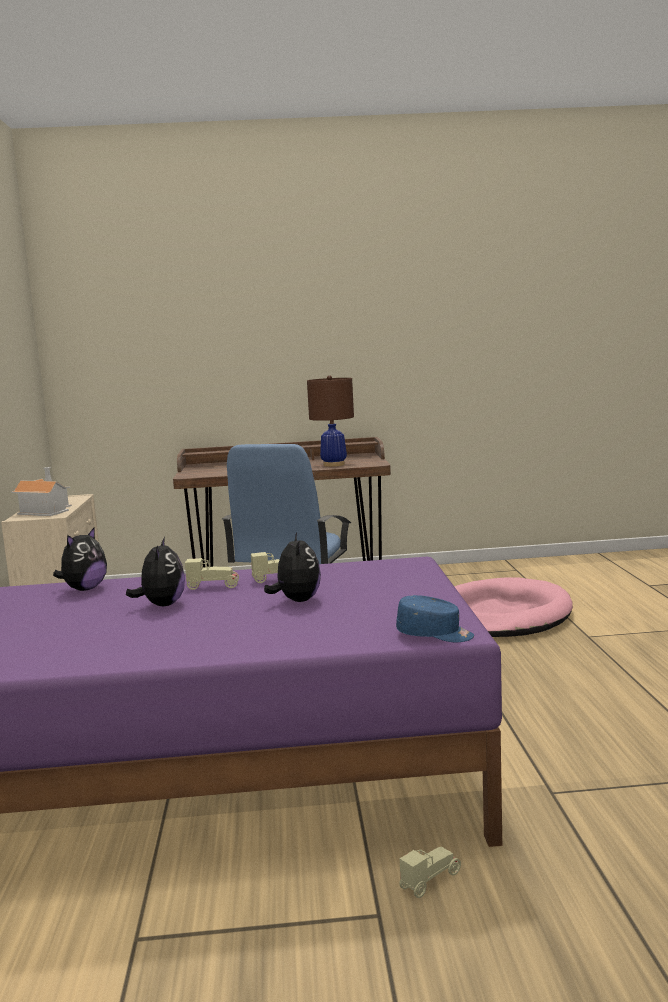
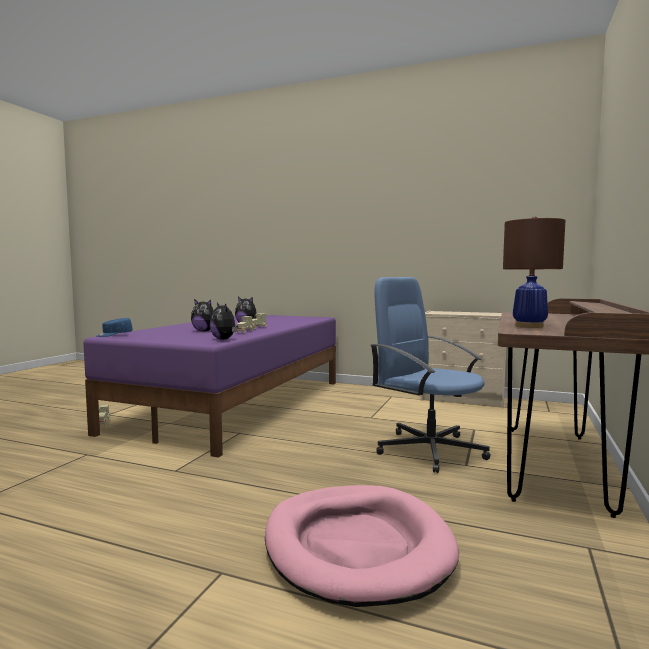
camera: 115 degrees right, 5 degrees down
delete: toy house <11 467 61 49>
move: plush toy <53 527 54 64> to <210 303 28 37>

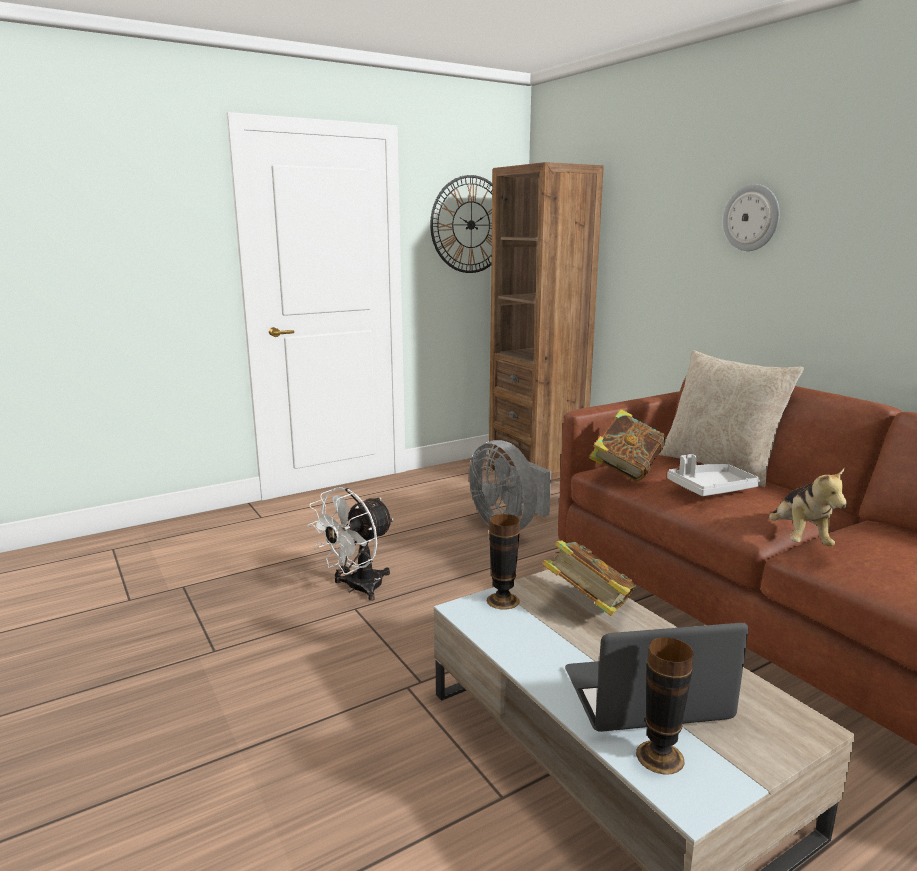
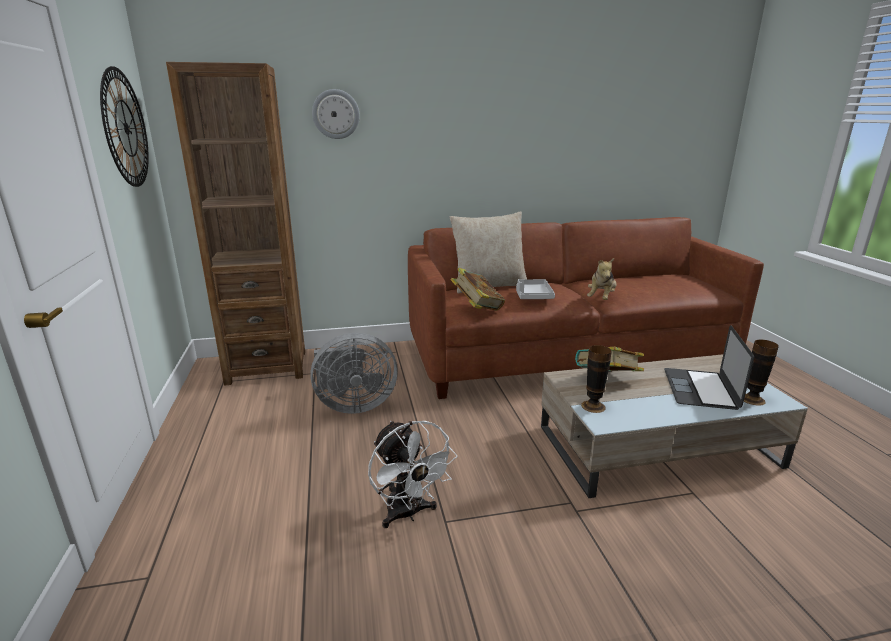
camera: 70 degrees left, 5 degrees up
move: clock on the wall <723 184 57 67> to <312 89 48 50>
rotate: plush toy <769 467 78 79> = <587 258 30 42> 90 degrees clockwise

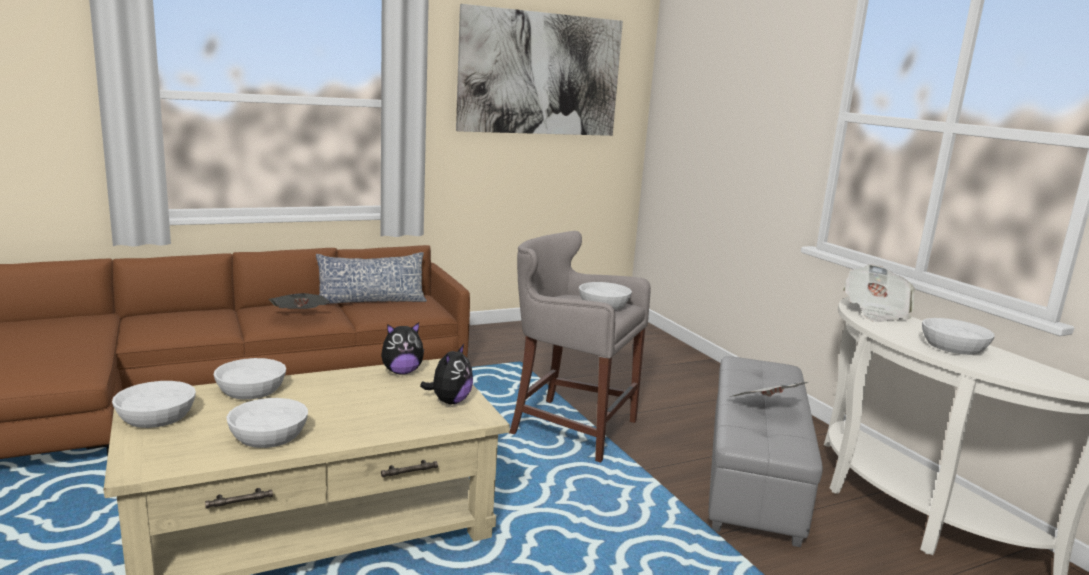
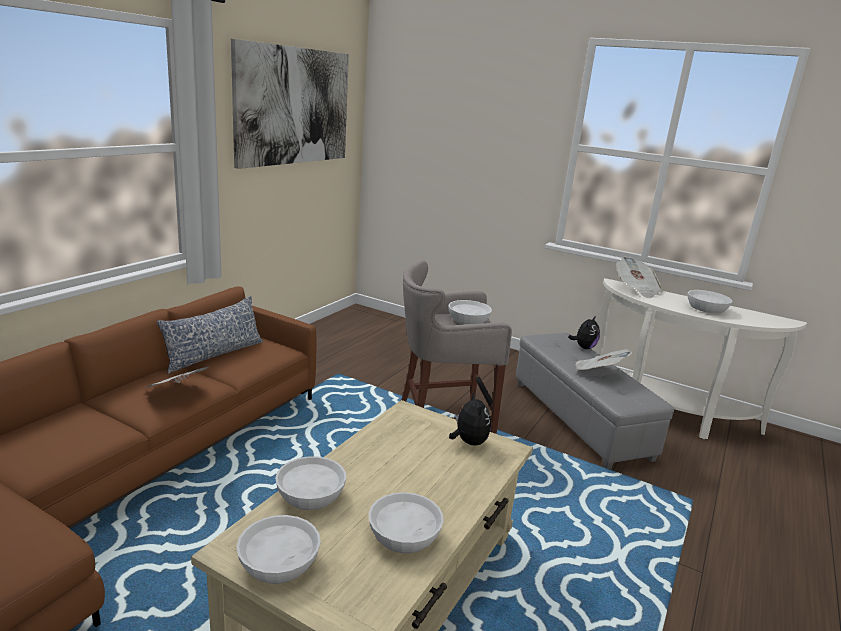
camera: 35 degrees left, 5 degrees up
move: plush toy <381 323 43 52> to <568 316 32 33>

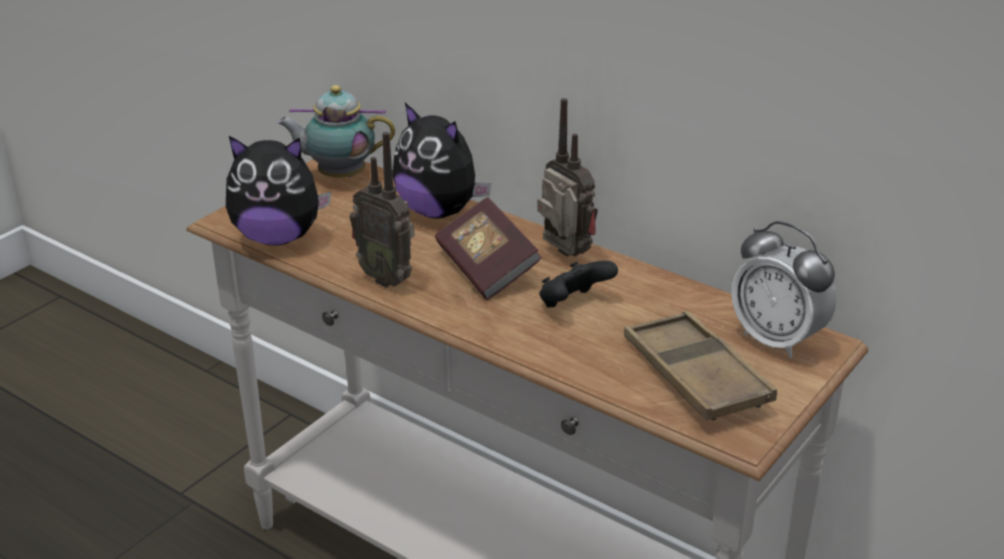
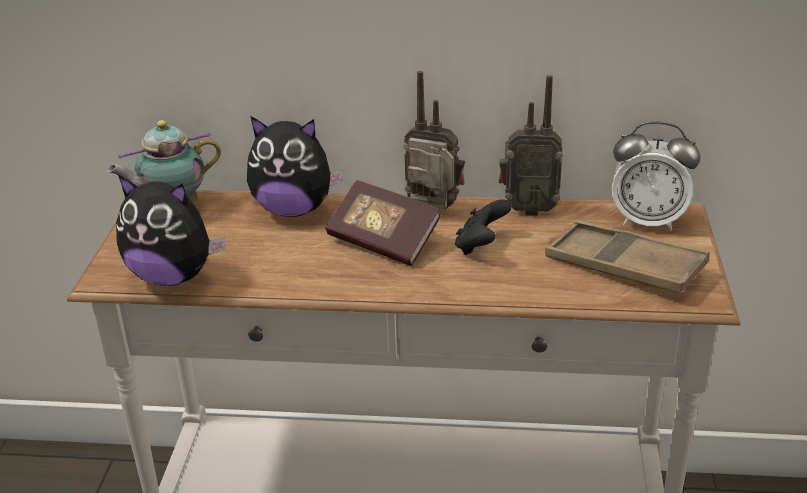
camera: 30 degrees left, 0 degrees up
move: radio receiver <350 132 65 155> to <499 75 64 141>
rotate: plush toy <226 136 105 110> = <116 175 110 111> 45 degrees clockwise

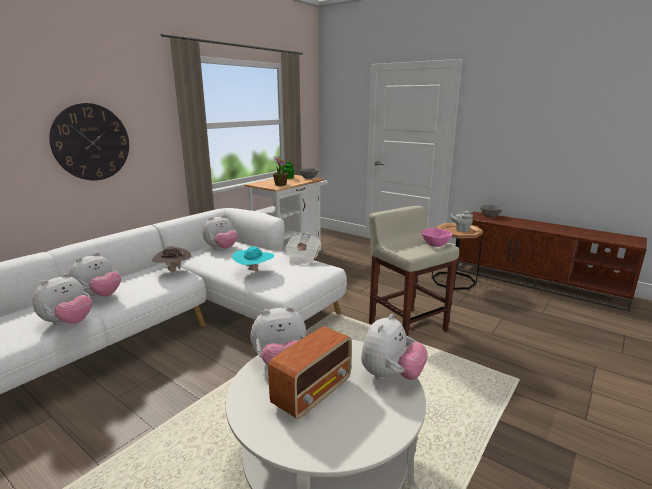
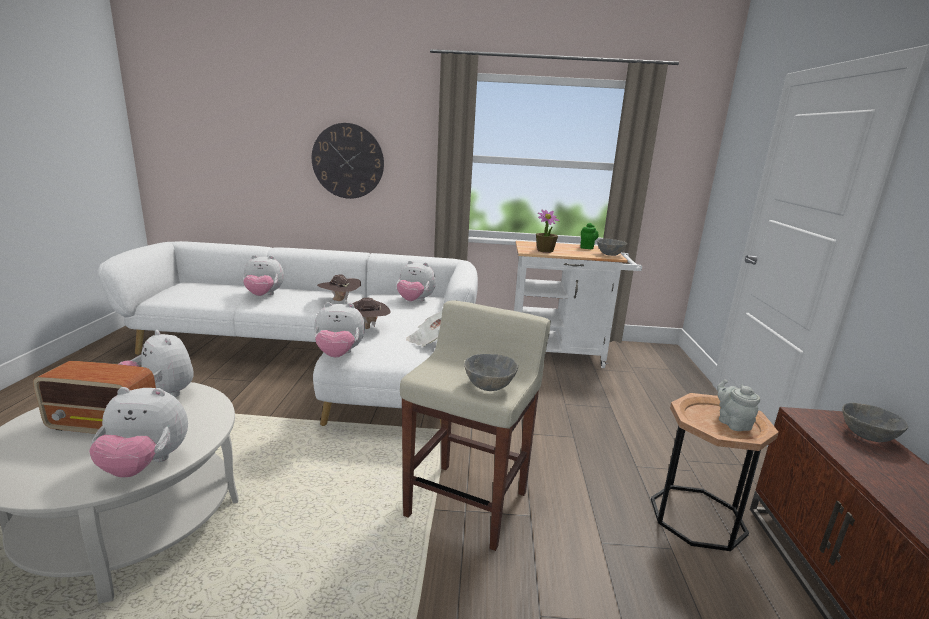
camera: 55 degrees right, 0 degrees up
move: plush toy <32 273 60 53> to <314 302 51 55>
recolor: blue-green wearable hat <232 246 42 25> to brown-coloured wearable hat <352 298 39 31>; pink deep dish <421 228 31 19> to greyish deep dish <464 354 54 37>

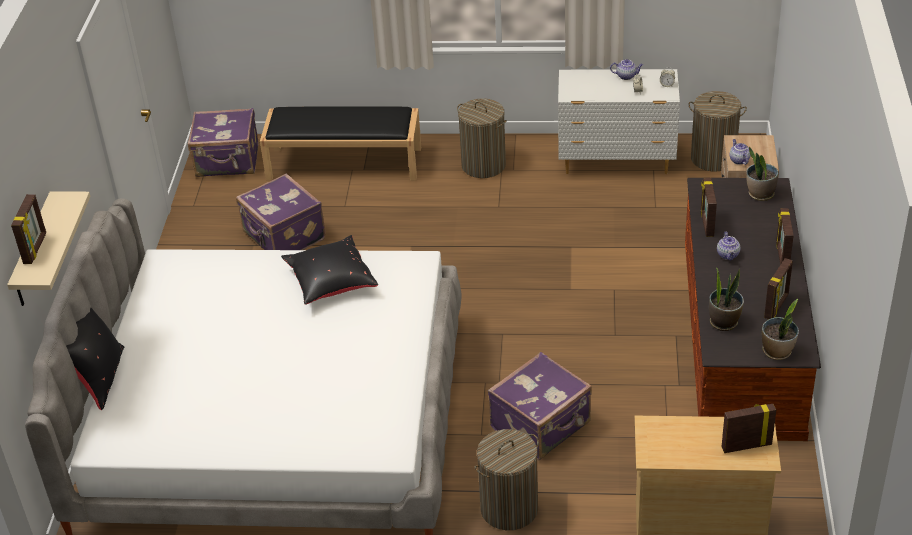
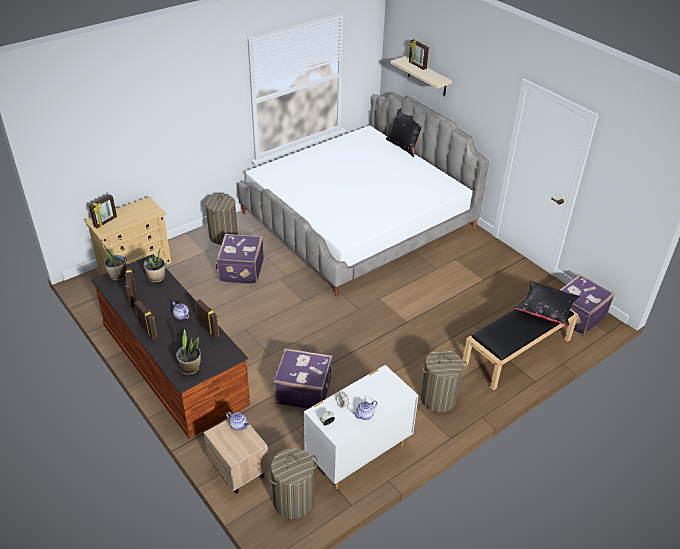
camera: 135 degrees right, 0 degrees up
move: purple travel case <236 174 90 76> to <273 348 60 61>; black-coloured throw pillow <281 235 97 70> to <515 281 65 45>

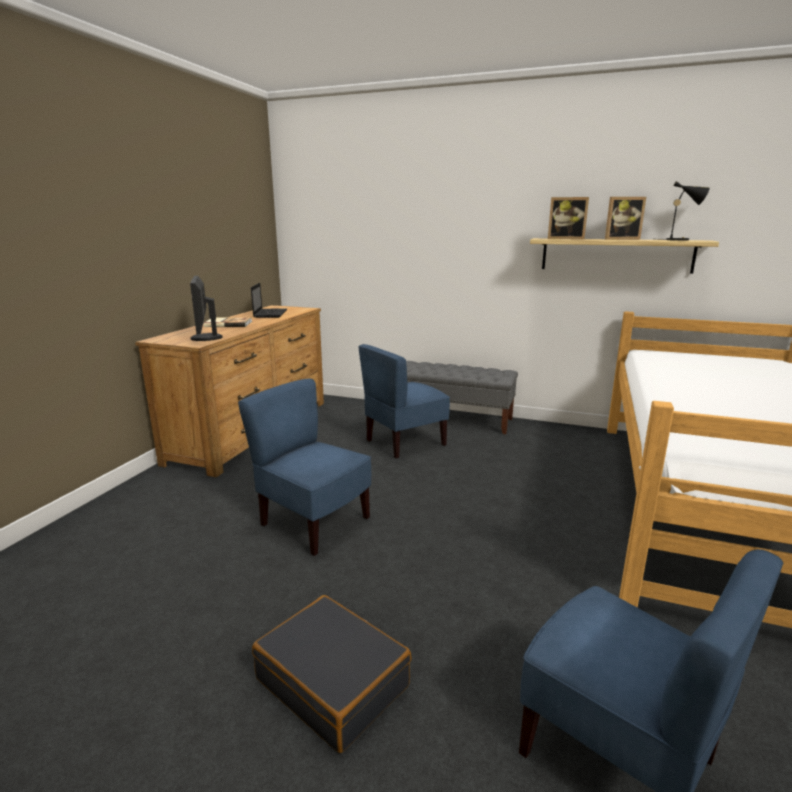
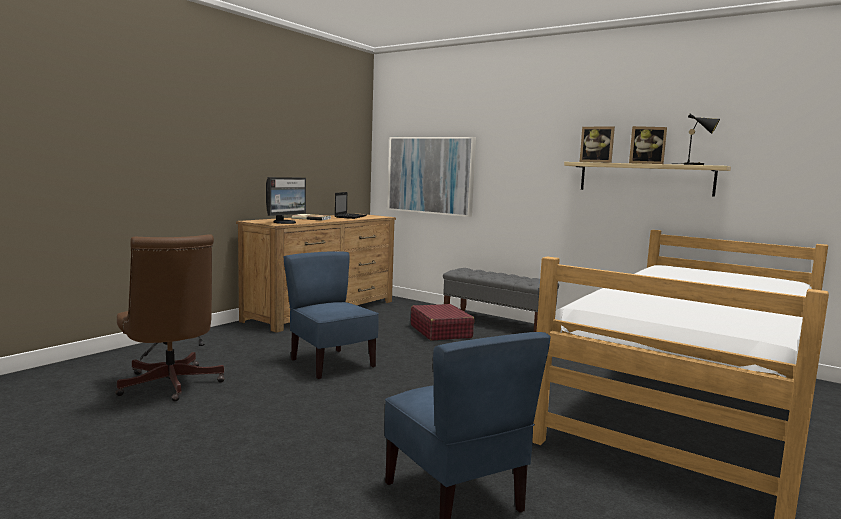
camera: 15 degrees right, 10 degrees down
delete: black-coloured travel case <252 595 160 158>
insert: brown-coloured computer chair <115 234 110 168>; wall picture <387 137 89 80>
replace: bluish upright chair <359 344 91 115> to red-coloured travel case <411 304 64 37>
rotate: computer display <190 276 33 65> = <266 177 40 47> 150 degrees counterclockwise

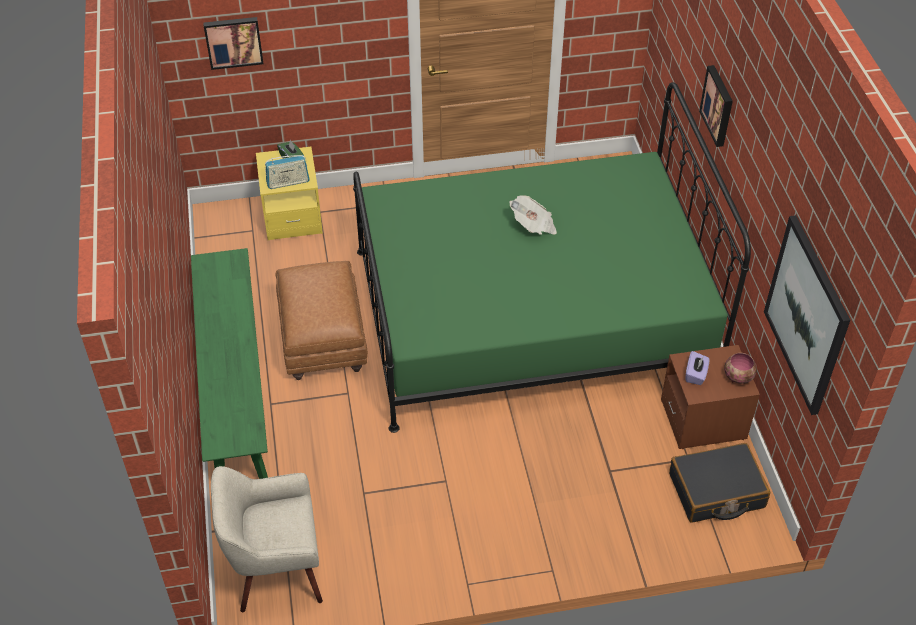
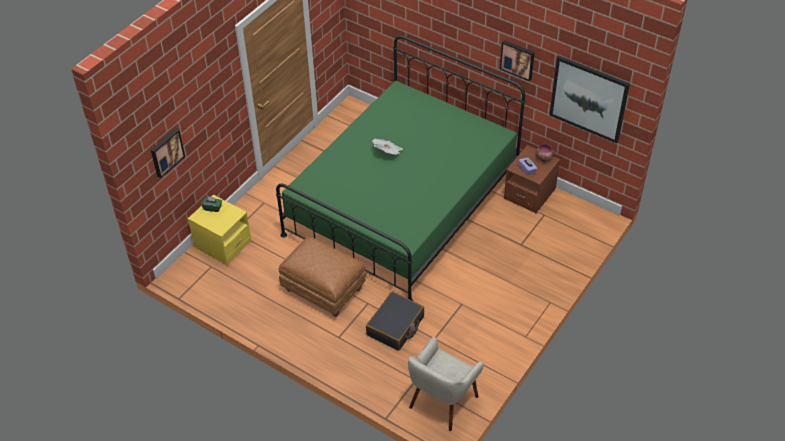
camera: 45 degrees left, 0 degrees up
delete: green long seat <191 248 77 231>; radio receiver <265 155 45 34>
move: black-coloured travel case <669 443 101 80> to <366 292 58 59>; wall picture <699 65 34 82> to <500 40 35 41>

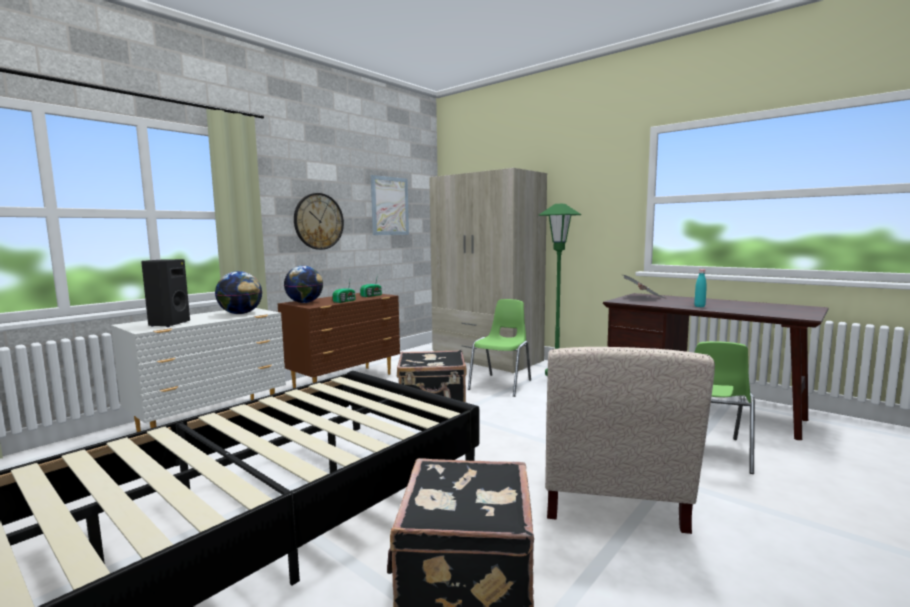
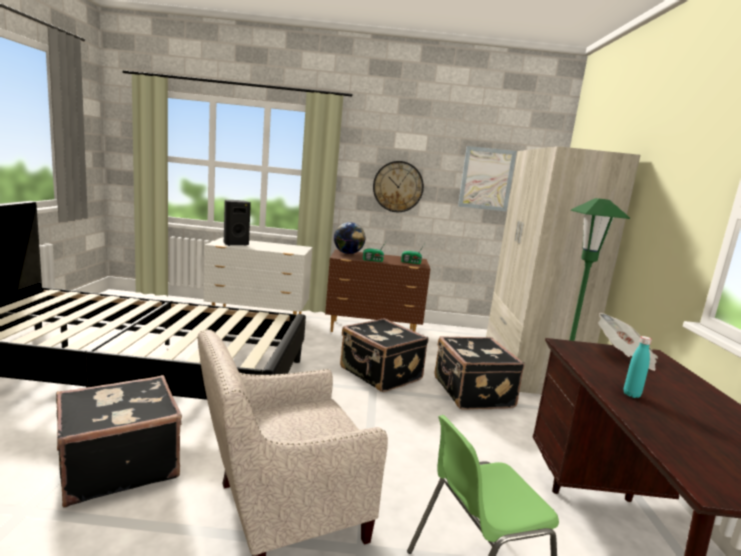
camera: 50 degrees right, 5 degrees up
delete: world globe <215 271 47 43>
replace: green upright chair <468 299 63 98> to black-coloured travel case <435 336 90 74>

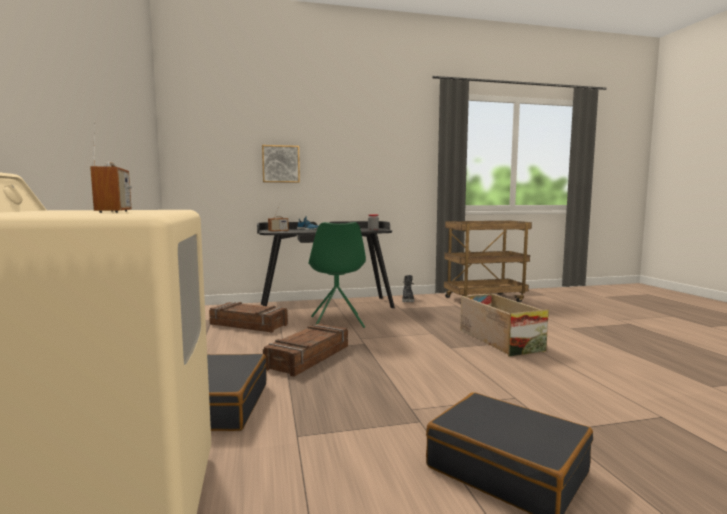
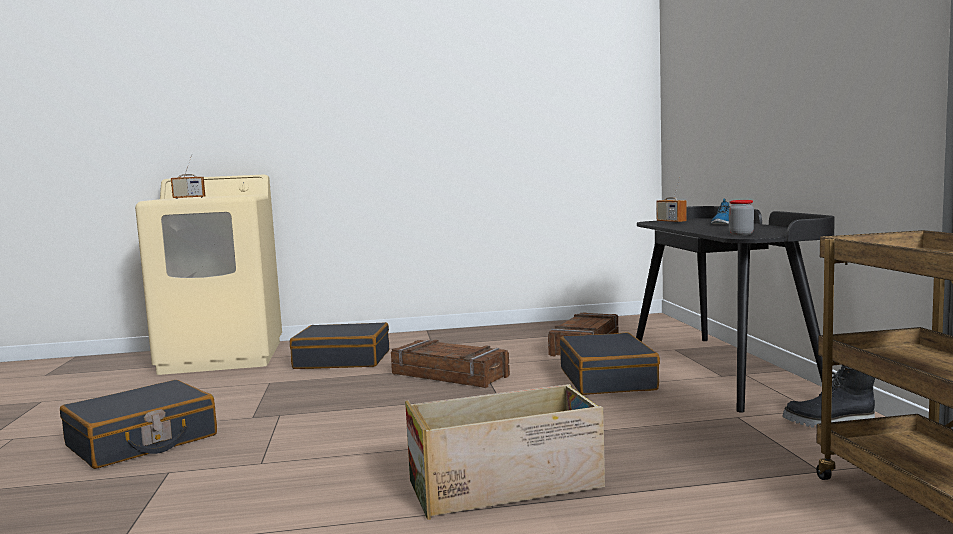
camera: 95 degrees right, 0 degrees up
delete: wall picture <262 145 38 38>
replace: green upright chair <308 222 58 106> to black-coloured travel case <560 332 100 63>

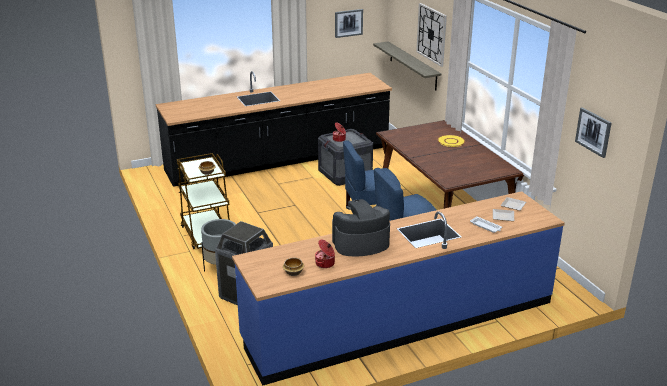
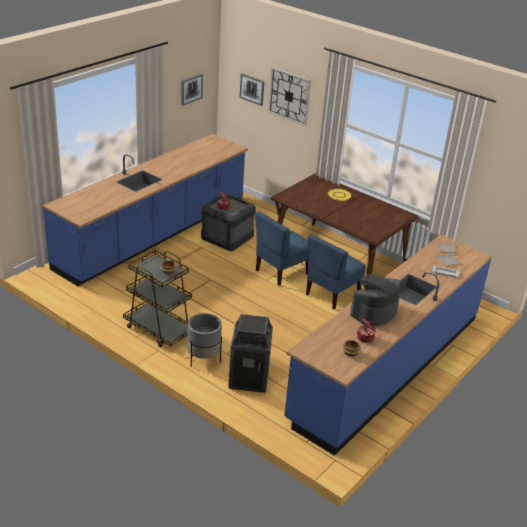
camera: 30 degrees left, 5 degrees up
delete: wall shelf <373 41 68 49>
move: wall picture <575 107 37 51> to <239 73 25 33>
recolor: black-coloured kitchen base unit <156 71 236 116> to bluish kitchen base unit <42 134 206 152>

